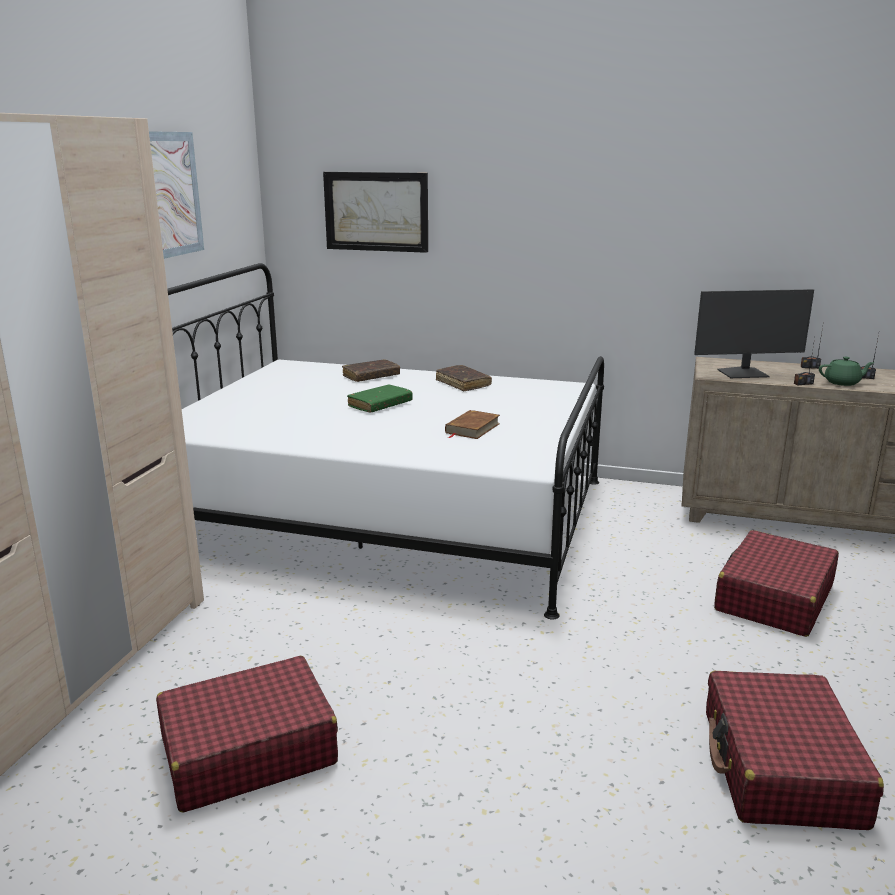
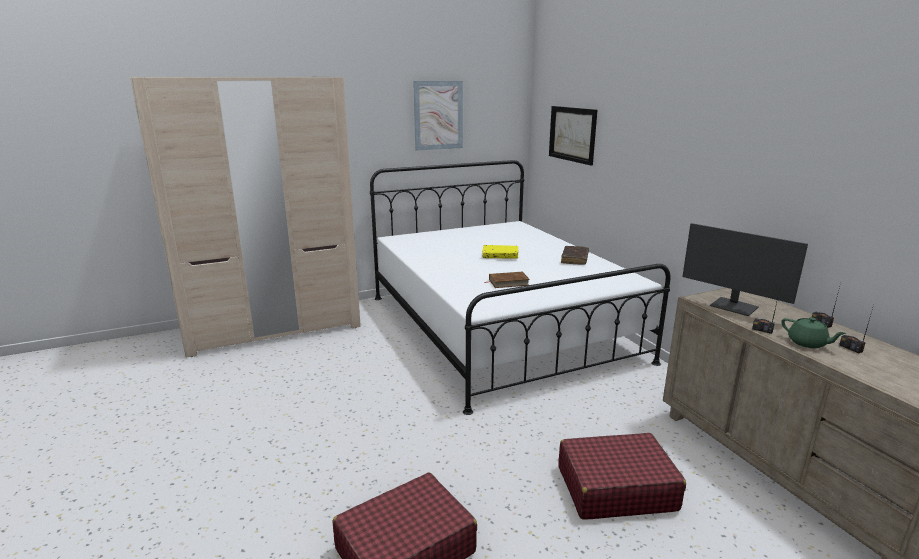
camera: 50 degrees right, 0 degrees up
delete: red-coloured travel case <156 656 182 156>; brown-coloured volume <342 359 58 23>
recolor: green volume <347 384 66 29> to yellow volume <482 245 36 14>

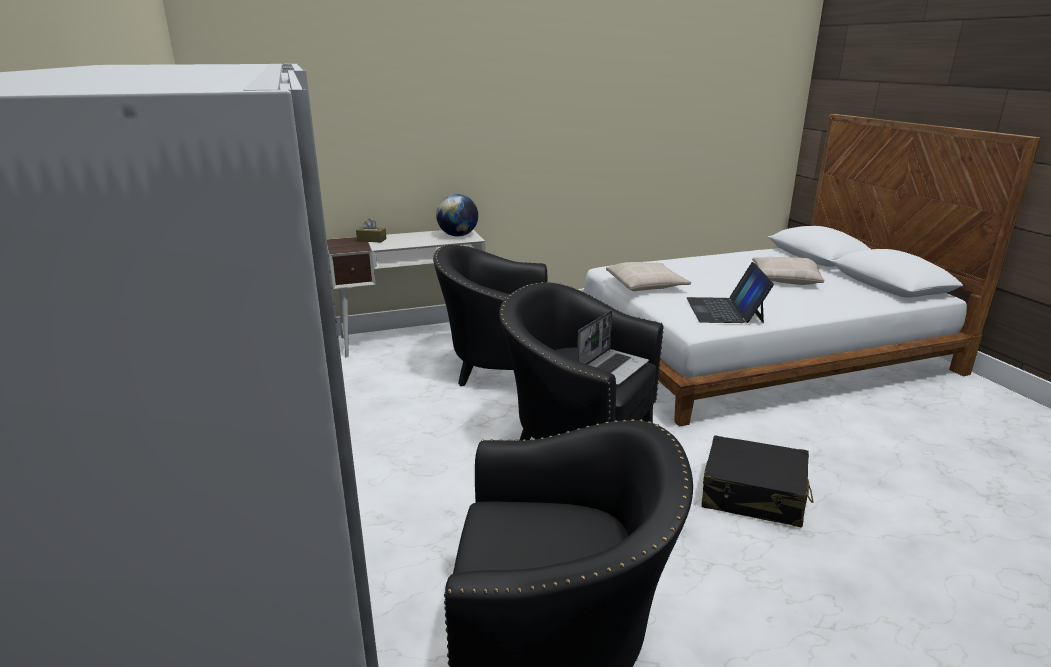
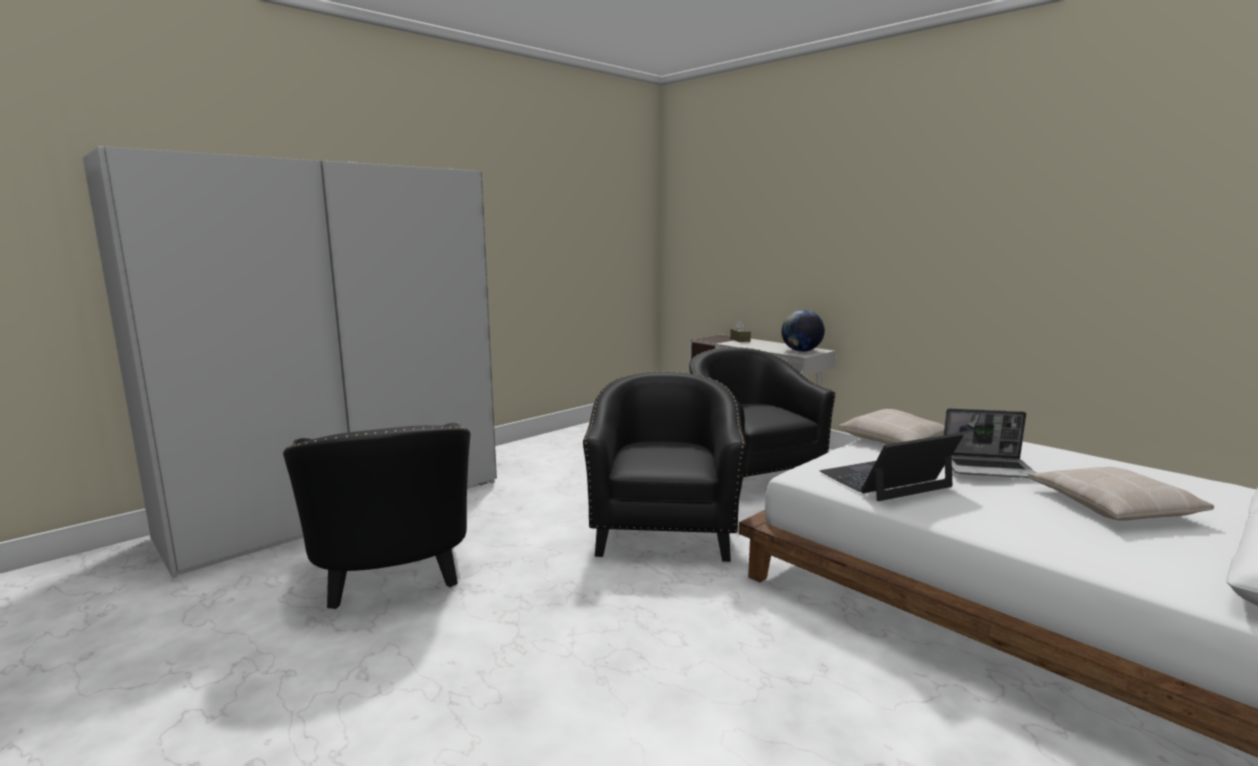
camera: 65 degrees right, 10 degrees down
delete: black-coloured travel case <701 435 112 93>
move: notebook computer <577 310 72 75> to <944 408 92 70>

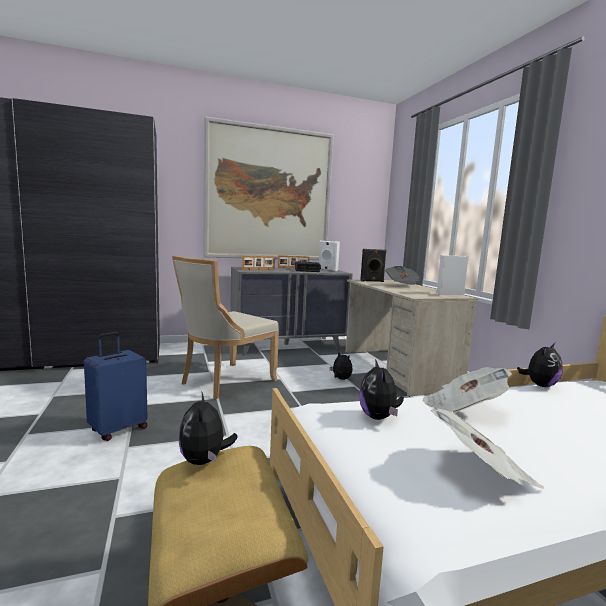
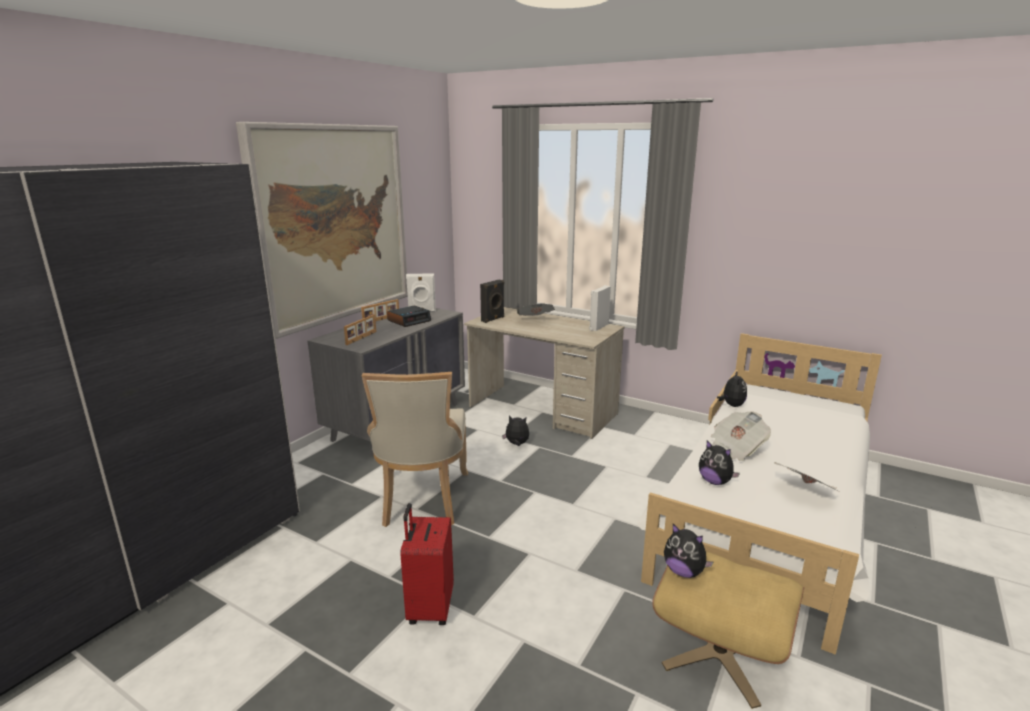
camera: 40 degrees left, 10 degrees up
recolor: bluish travel case <84 332 64 109> to red-coloured travel case <400 503 54 122>

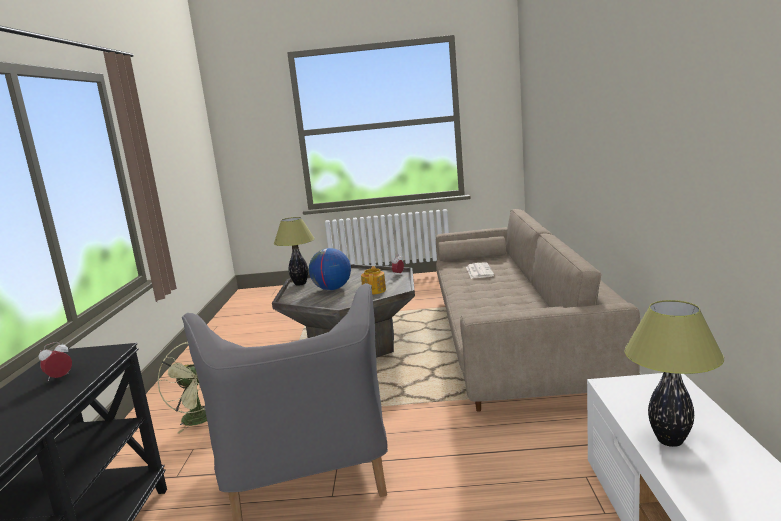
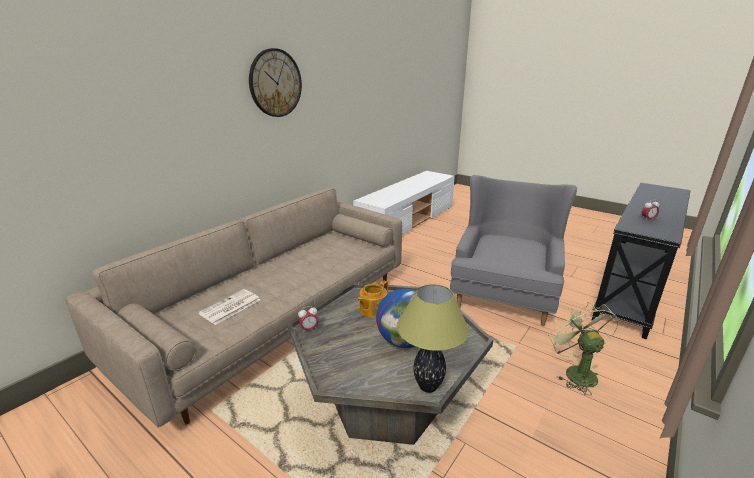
camera: 145 degrees left, 10 degrees up
delete: table lamp <624 300 100 147>
insert: clock on the wall <249 48 53 69>

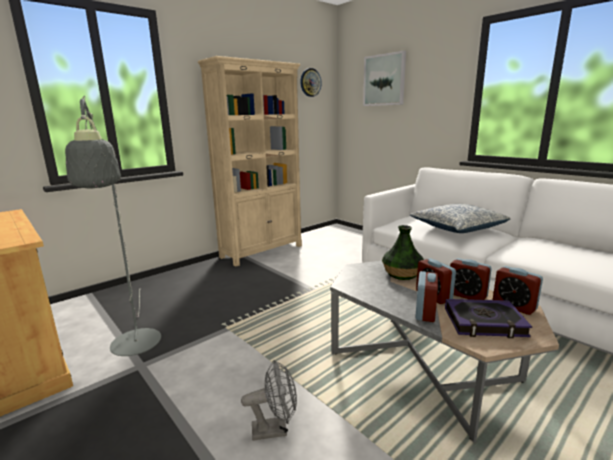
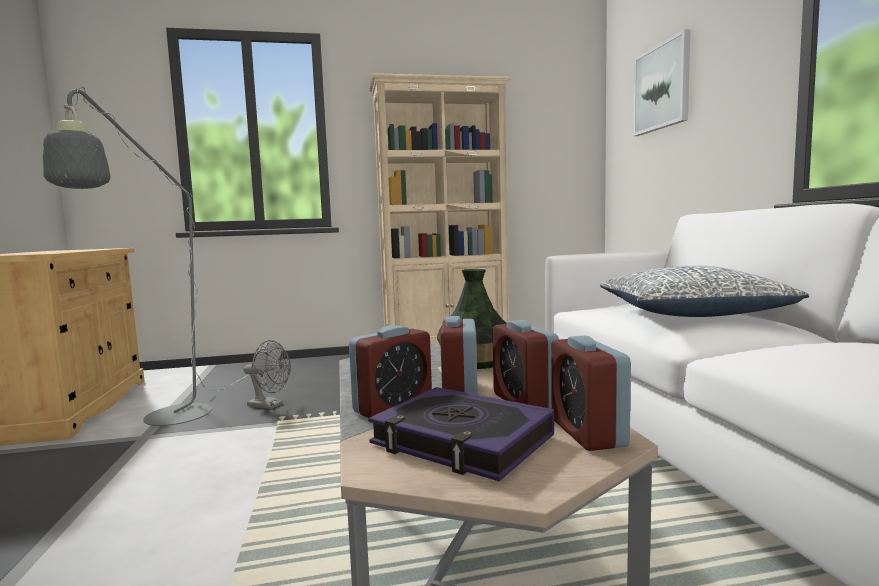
camera: 30 degrees right, 10 degrees down
delete: clock on the wall <300 68 22 29>
move: greyish fan <241 360 56 81> to <243 340 48 69>

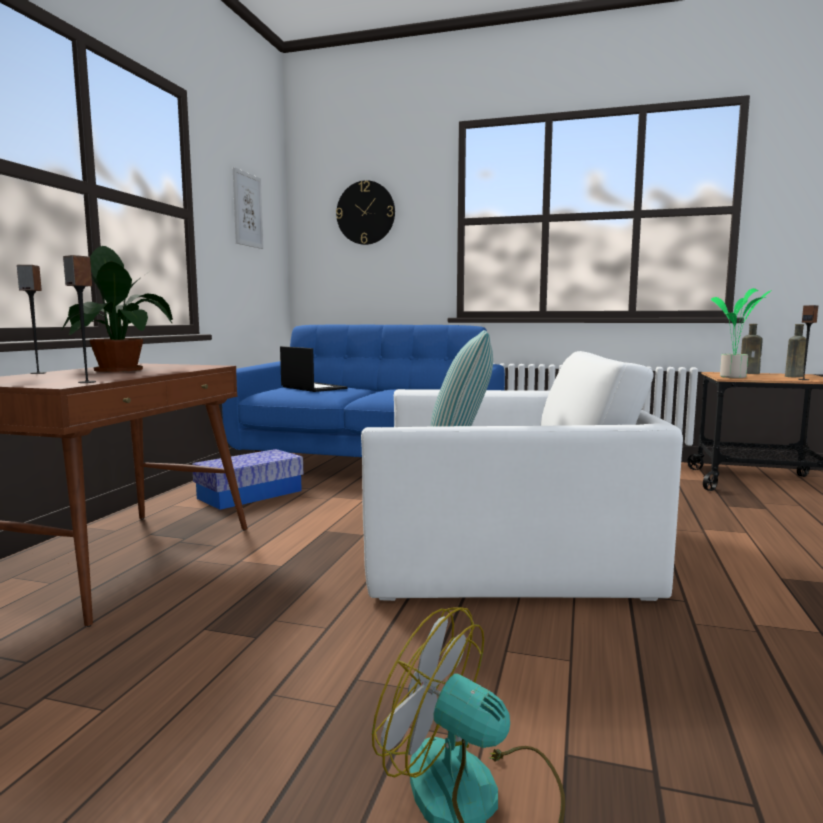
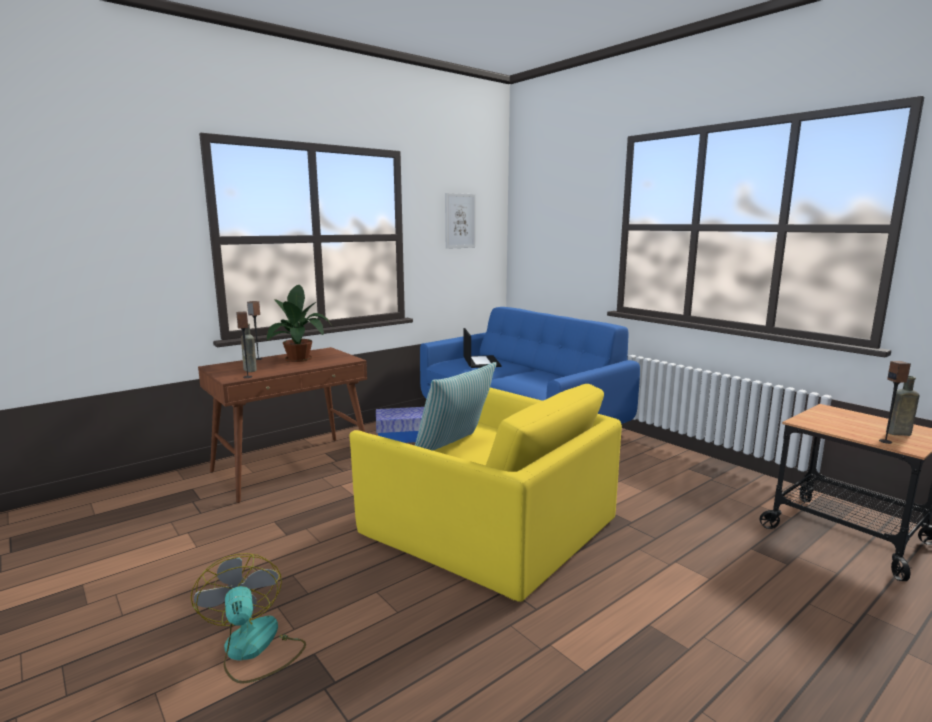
camera: 35 degrees right, 5 degrees up
delete: clock on the wall <336 180 59 65>; plant in a pot <711 288 61 90>
move: brown-coloured bottle <741 324 22 50> to <241 324 16 48>
recolor: whitish easy chair <361 351 322 250> to yellow easy chair <349 384 273 218>

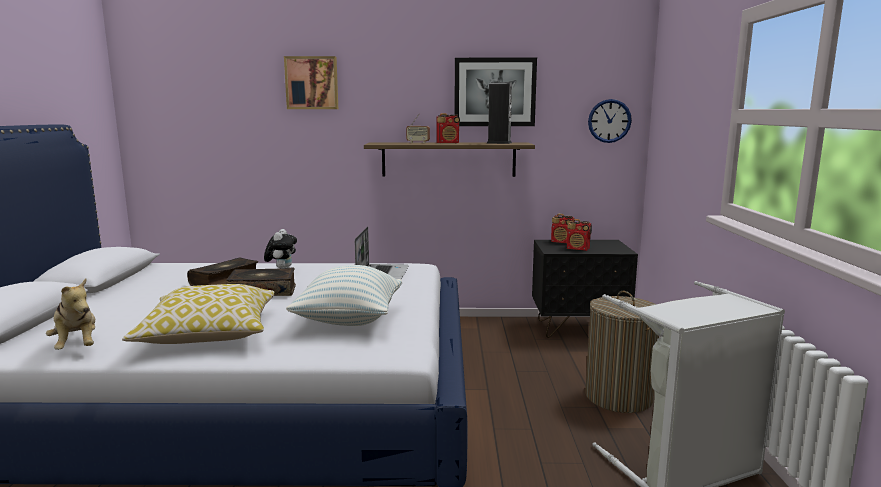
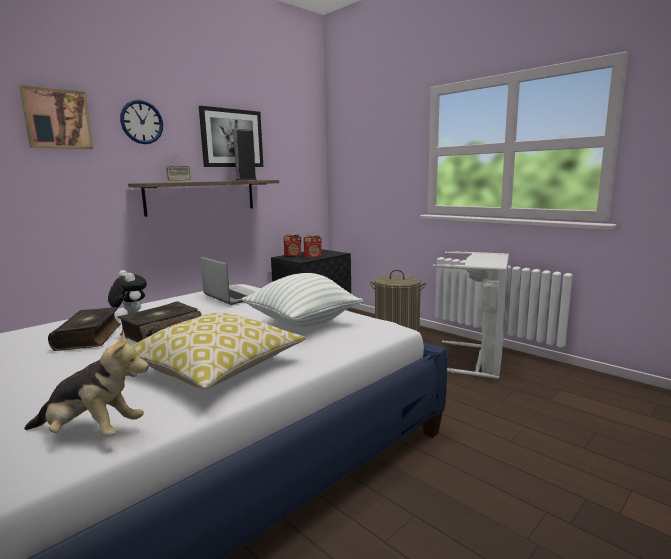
camera: 45 degrees left, 0 degrees up
delete: radio receiver <436 113 24 31>
move: clock on the wall <588 99 44 44> to <120 100 43 44>

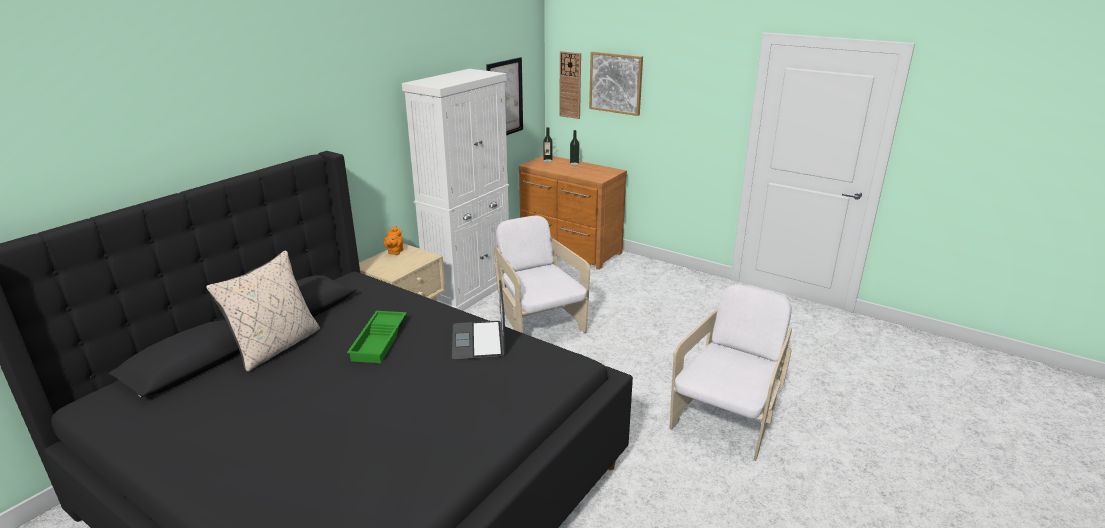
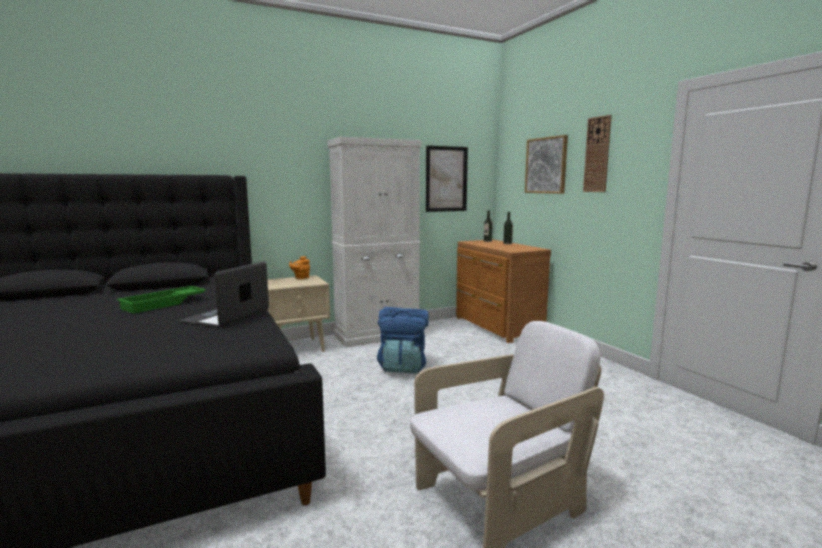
camera: 30 degrees right, 15 degrees down
delete: beige-coloured throw pillow <206 251 114 121>
move: clock on the wall <559 51 22 68> to <583 115 28 77>
replace: whitish easy chair <494 216 96 117> to bluish backpack <377 307 52 67>

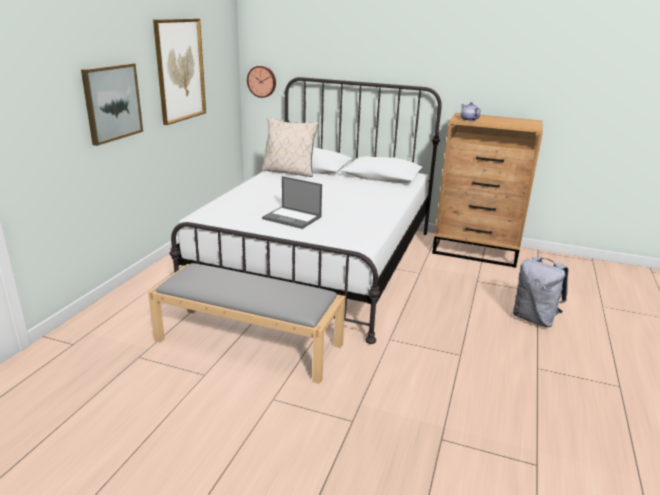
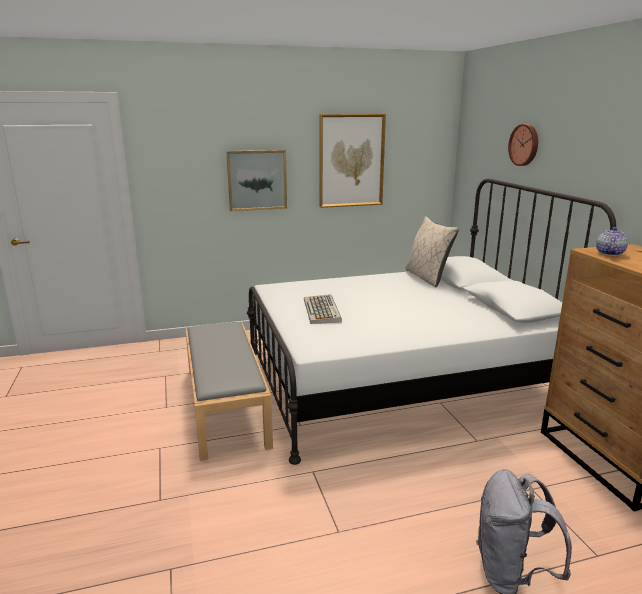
camera: 55 degrees right, 5 degrees down
move: clock on the wall <247 66 29 32> to <508 124 30 42>
replace: notebook computer <262 176 60 53> to keyboard <304 294 38 30>

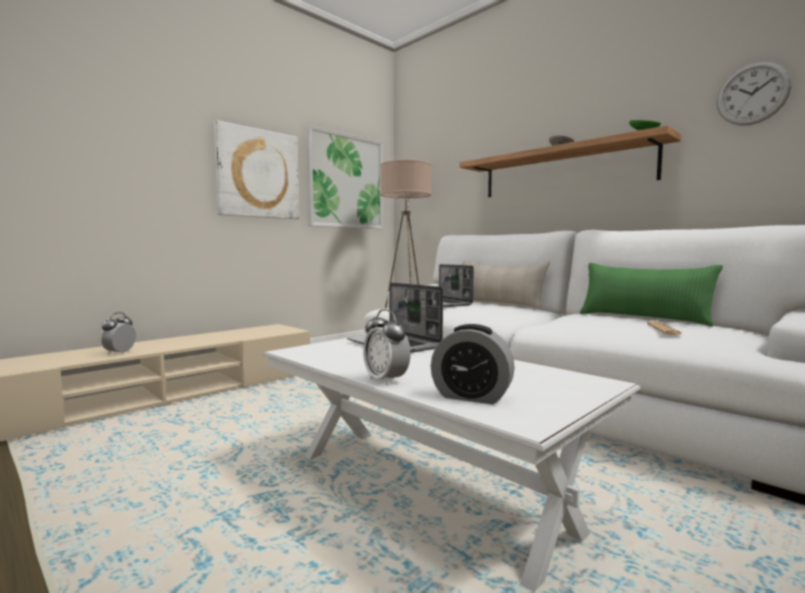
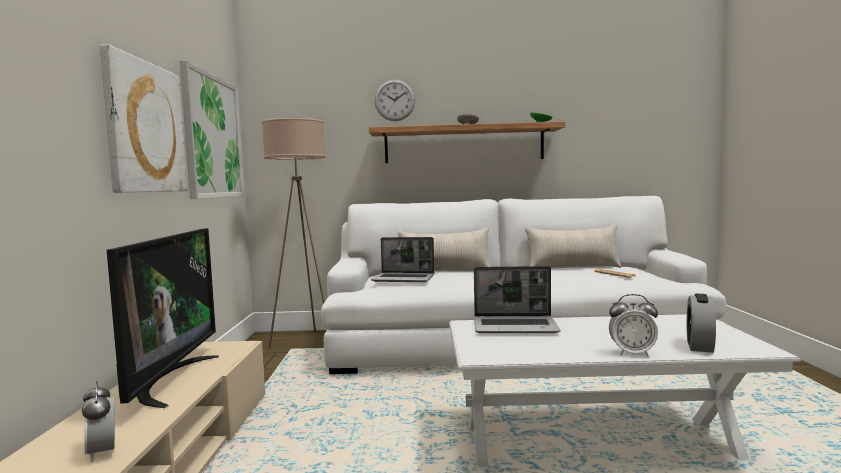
camera: 45 degrees left, 0 degrees up
insert: TV <107 228 112 180>
move: clock on the wall <717 62 75 64> to <375 80 40 41>
recolor: green throw pillow <580 263 143 64> to beige-coloured throw pillow <525 225 97 43>
rotate: alarm clock <431 324 84 80> = <687 294 29 59> 135 degrees clockwise

